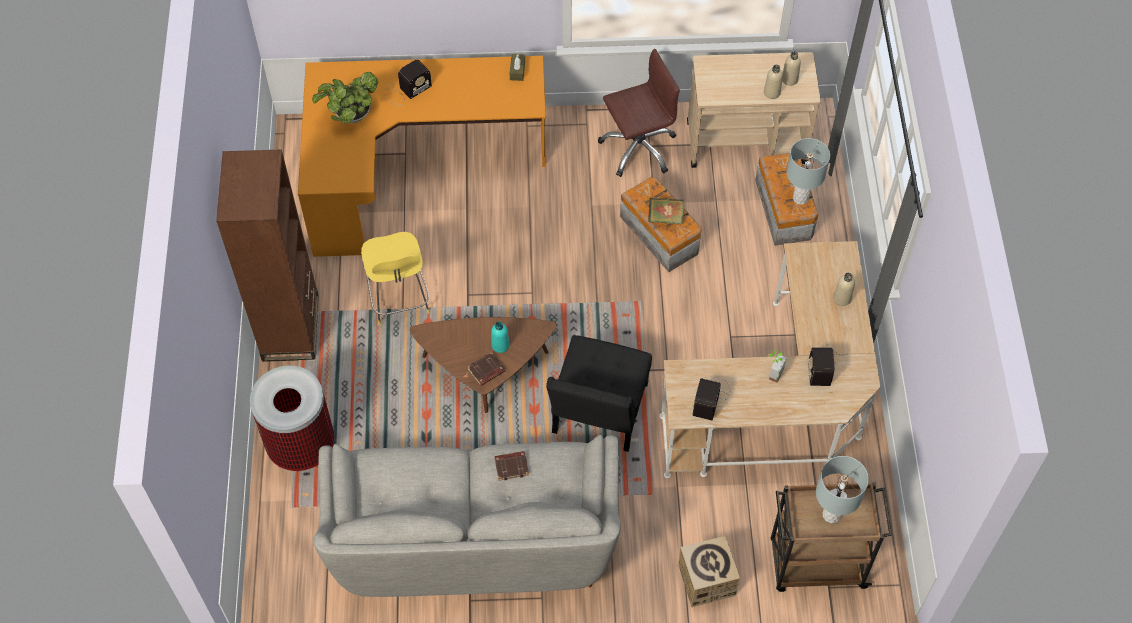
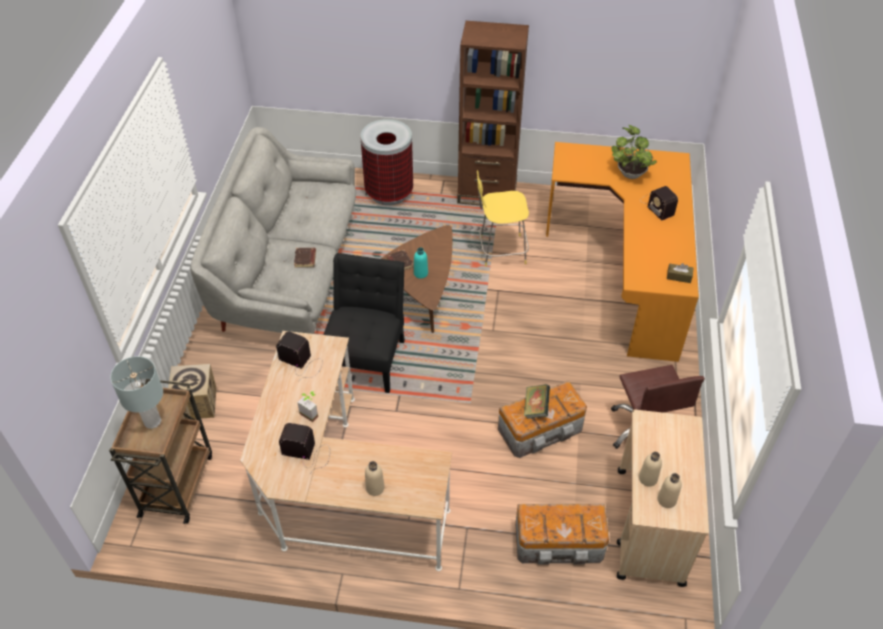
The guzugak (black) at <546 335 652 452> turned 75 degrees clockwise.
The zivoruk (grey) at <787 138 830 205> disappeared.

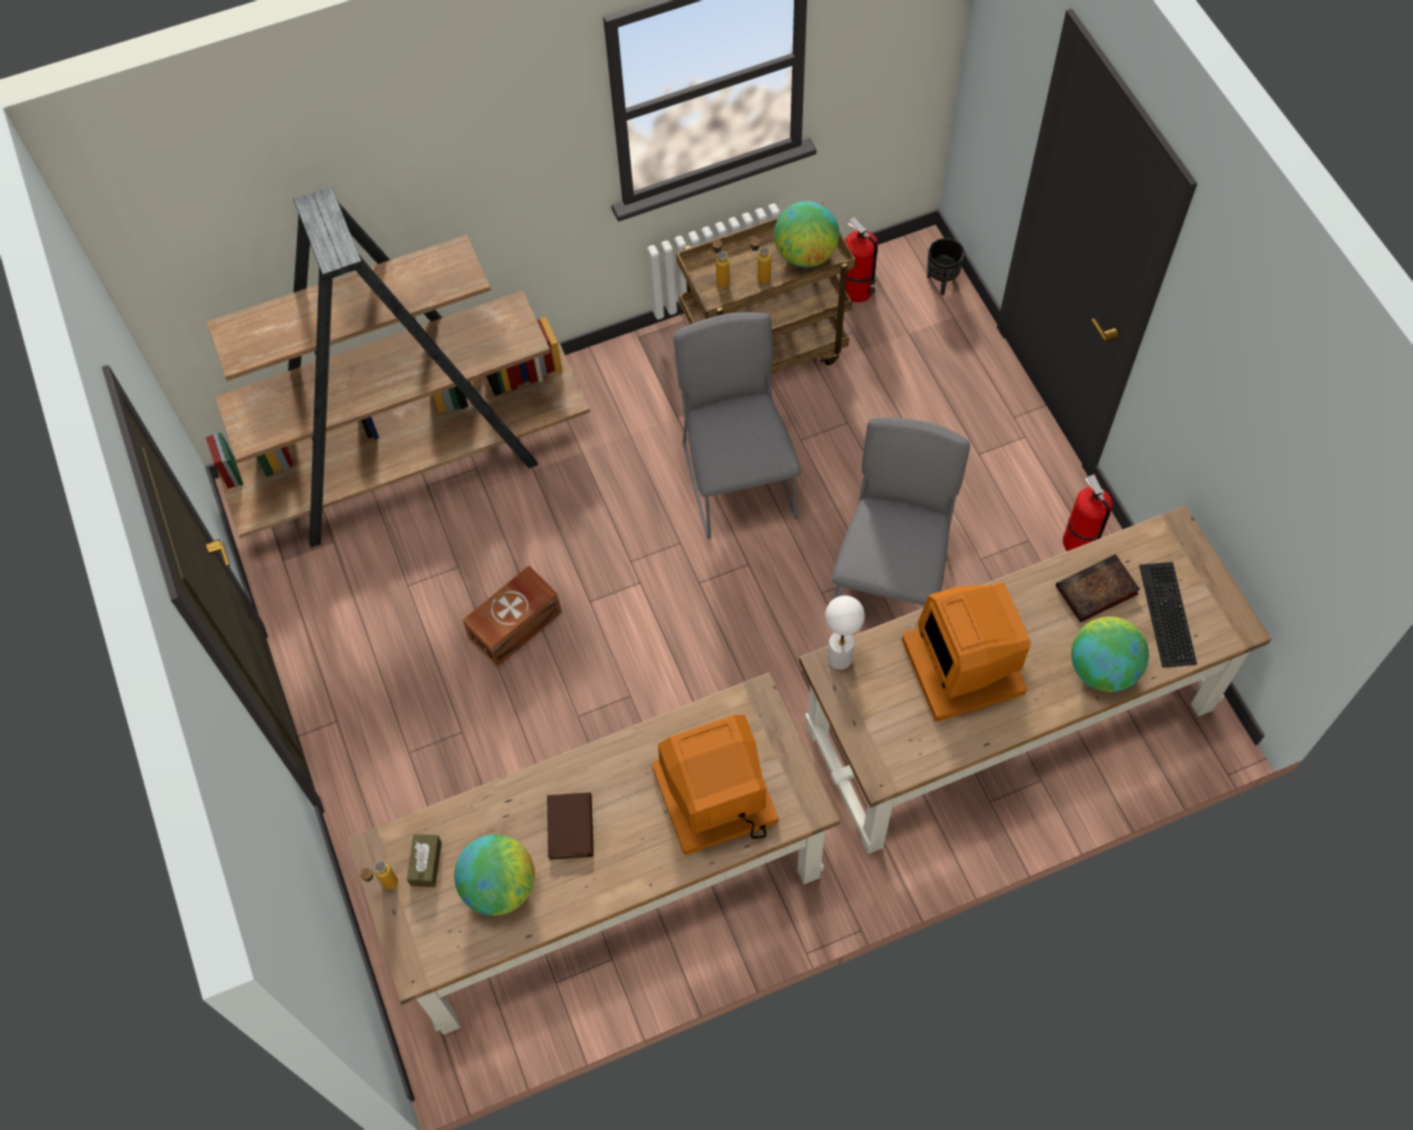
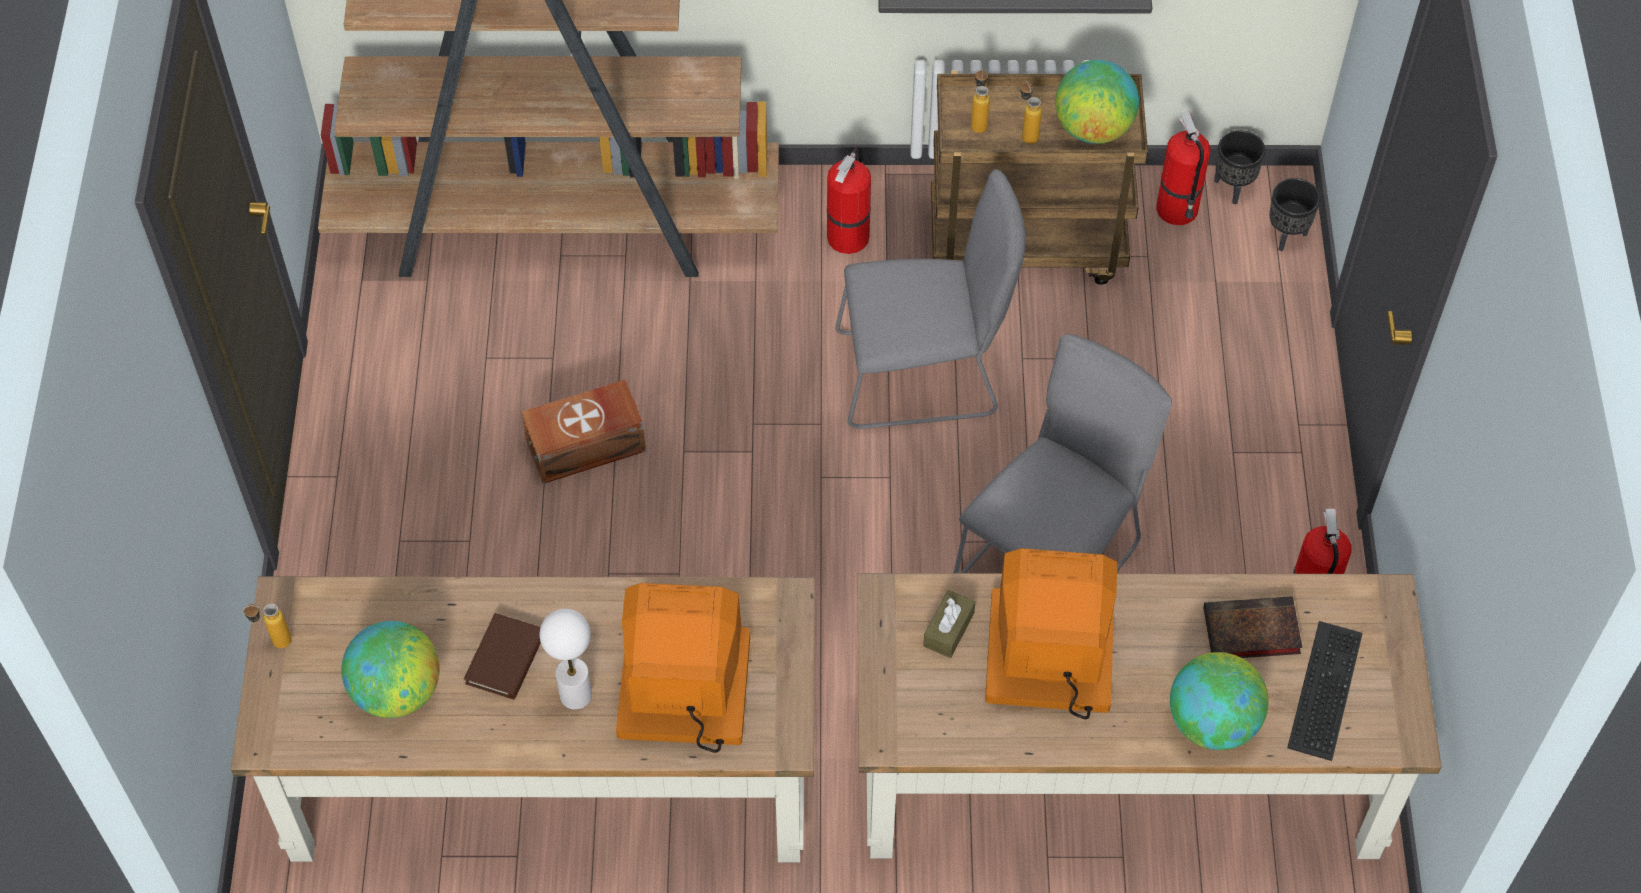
The zivoruk (white) moved from <825 595 865 670> to <540 609 592 710>.
The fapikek at <827 146 871 254> appeared.
The guzugak (grey) at <673 312 801 539> turned 75 degrees clockwise.
The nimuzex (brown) moved from <407 834 442 887> to <923 590 975 658>.
The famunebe at <902 582 1031 722> turned 90 degrees clockwise.
The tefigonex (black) at <1214 130 1265 204> appeared.

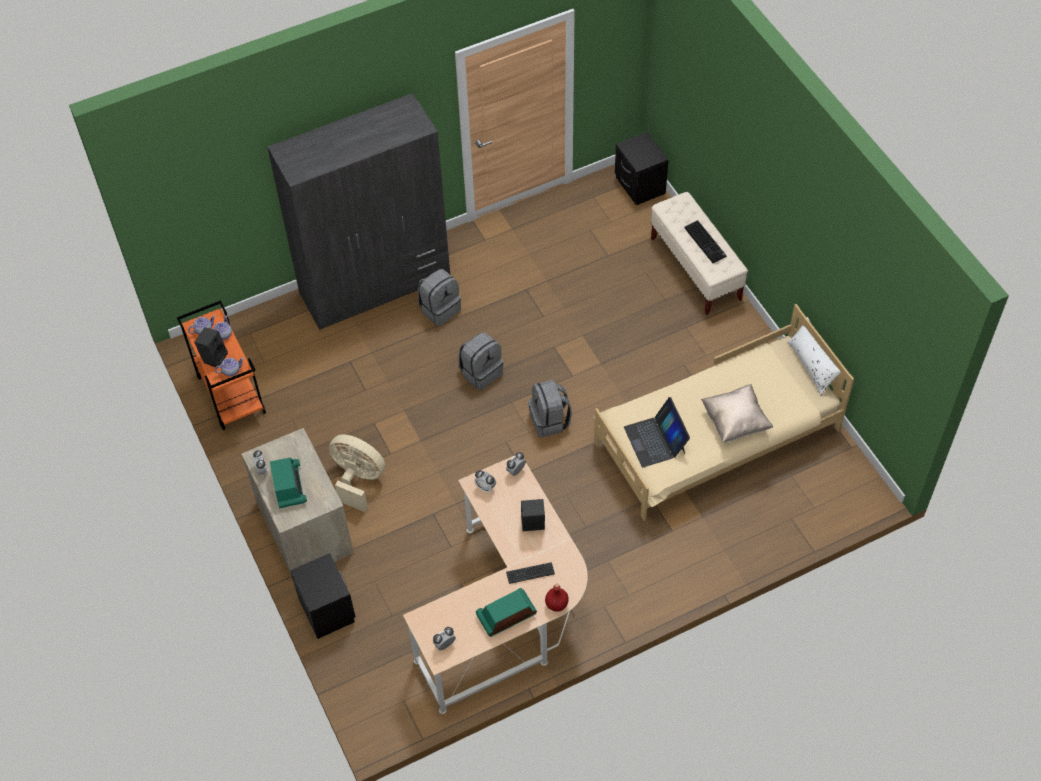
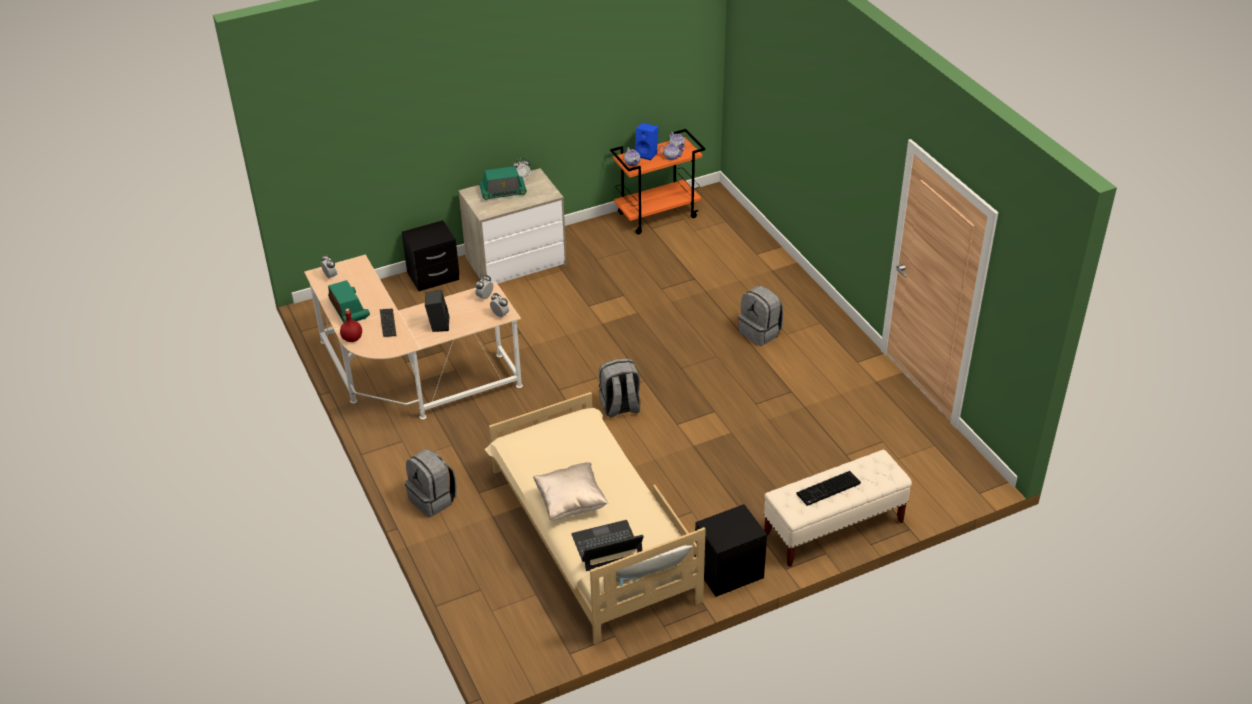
The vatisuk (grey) moved from <459 332 503 391> to <405 449 457 517>.
The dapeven moved from <624 397 690 467> to <571 520 644 571>.
The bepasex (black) at <194 327 228 367> became the bepasex (blue) at <635 123 659 160>.
The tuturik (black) moved from <615 132 669 205> to <695 504 767 597>.
The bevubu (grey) at <267 93 450 330> disappeared.
The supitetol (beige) at <329 434 385 512> disappeared.

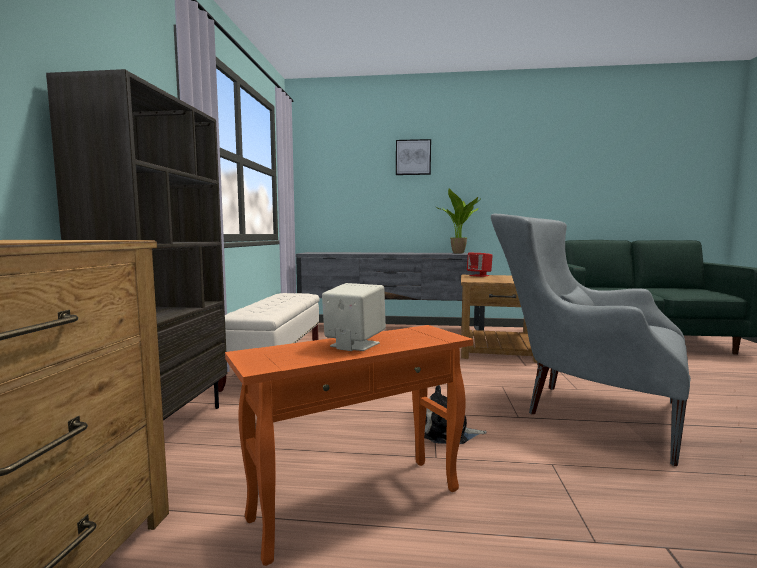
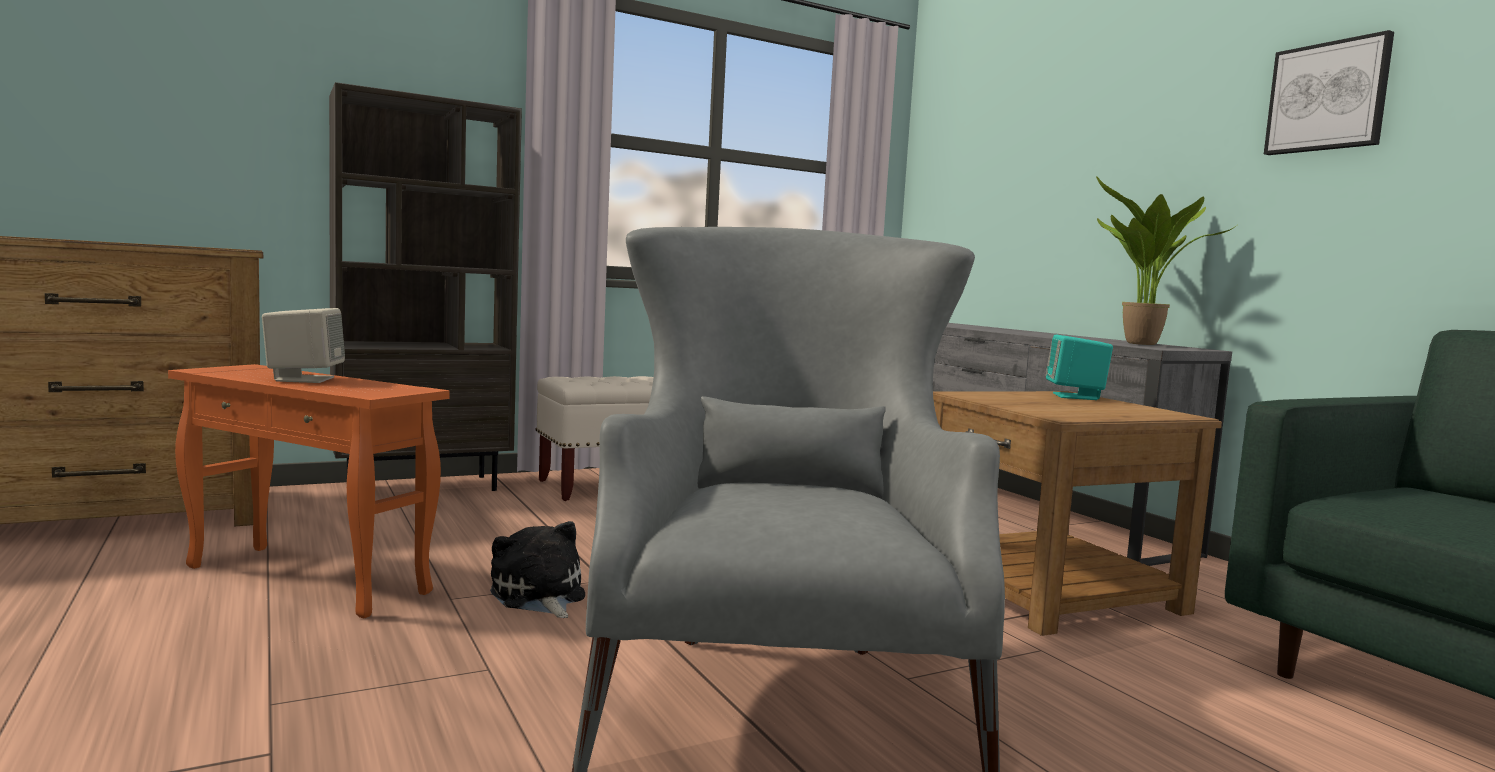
The bepasex (red) at <467 252 493 277> became the bepasex (turquoise) at <1046 334 1113 400>.
The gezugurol moved from <396 139 431 175> to <1264 30 1394 155>.

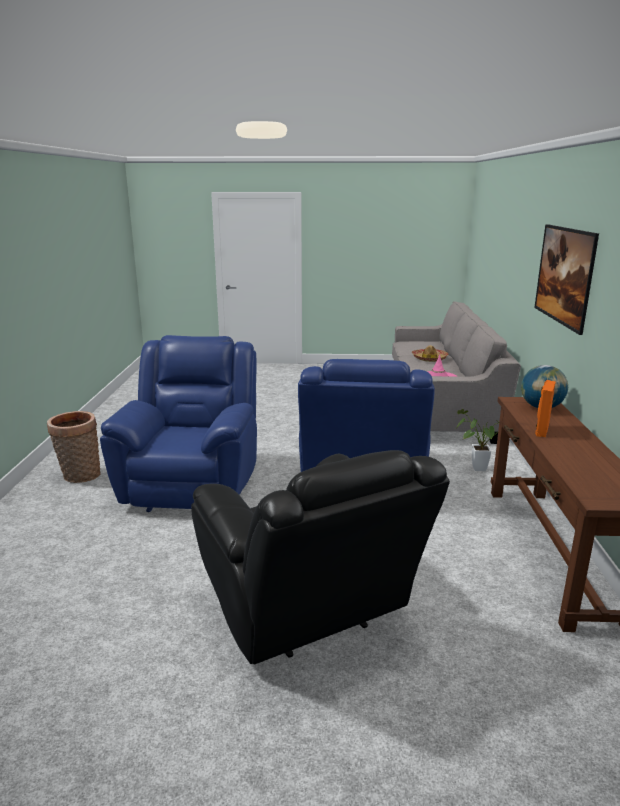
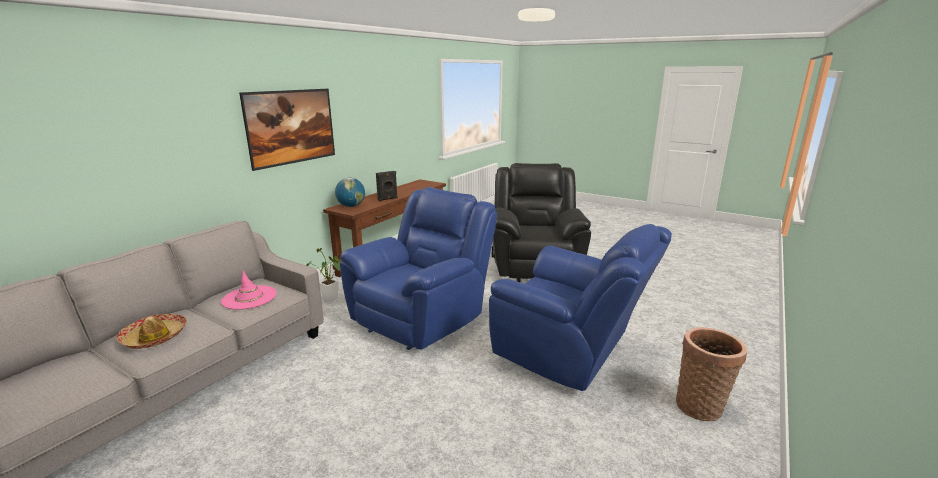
The bepasex (orange) at <535 380 556 437> became the bepasex (black) at <376 171 398 201>.
The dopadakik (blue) at <100 335 257 512> turned 90 degrees counterclockwise.

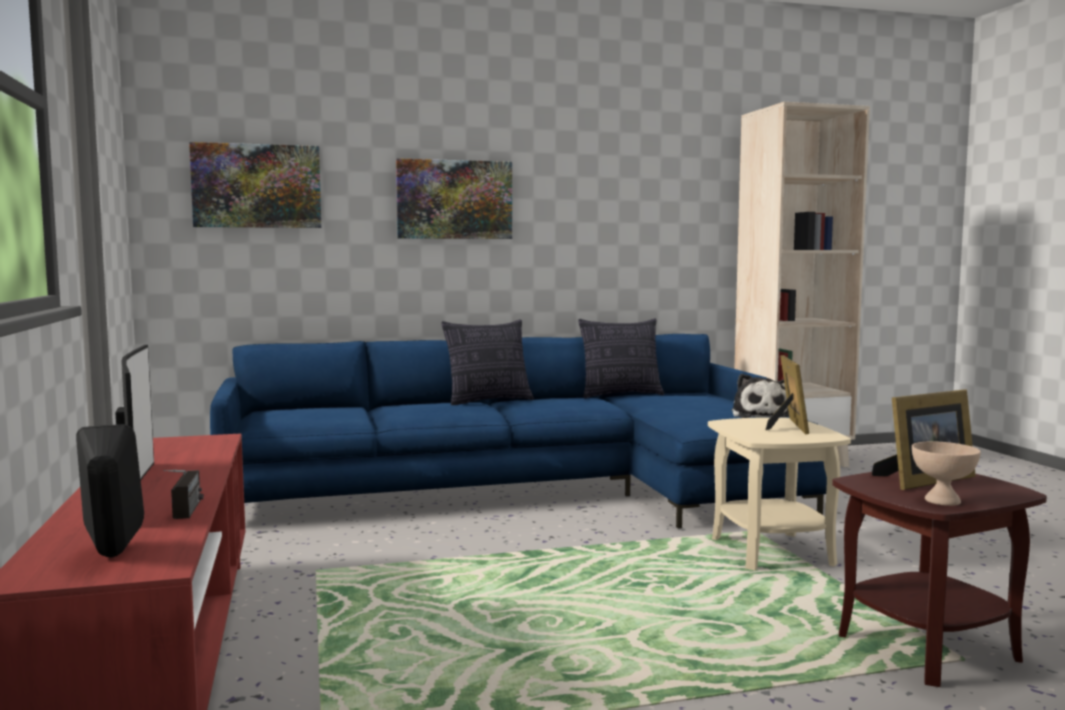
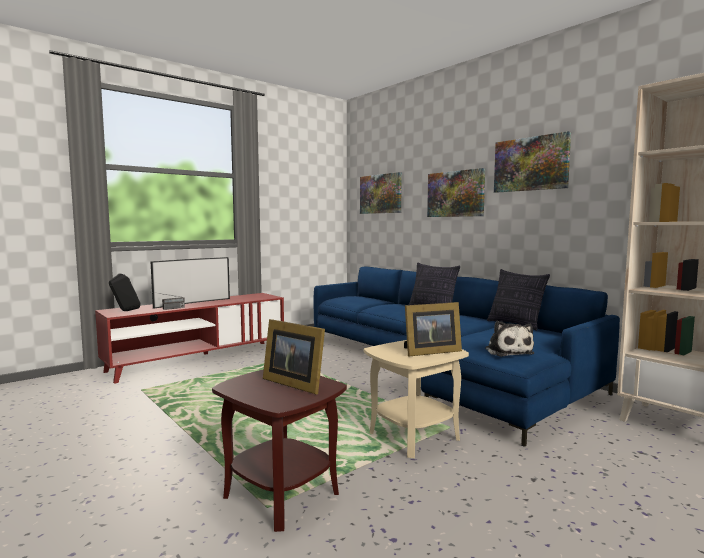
The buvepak at <732 374 789 418> turned 75 degrees counterclockwise.
The gezugurol at <494 131 571 193> appeared.
The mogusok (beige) at <912 441 981 506> disappeared.

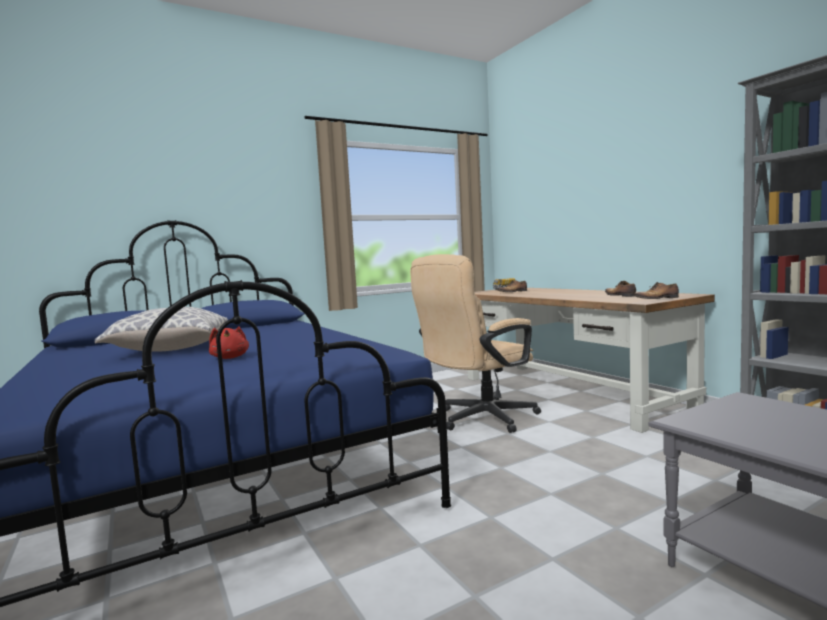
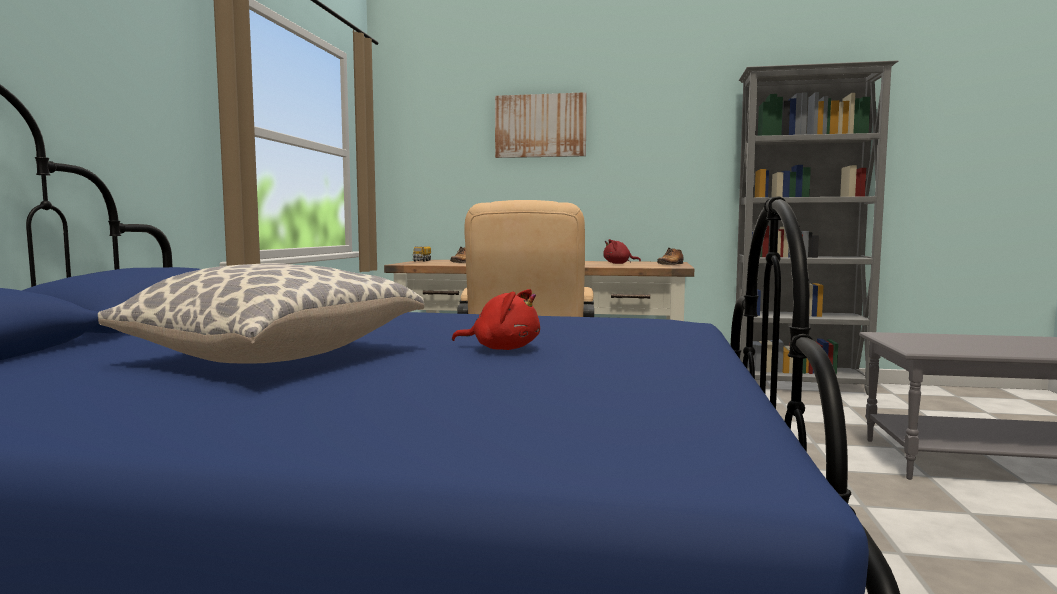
The gezugurol at <495 92 587 158> appeared.
The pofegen at <605 281 636 297> was replaced by the buvepak (red) at <603 239 641 264>.

